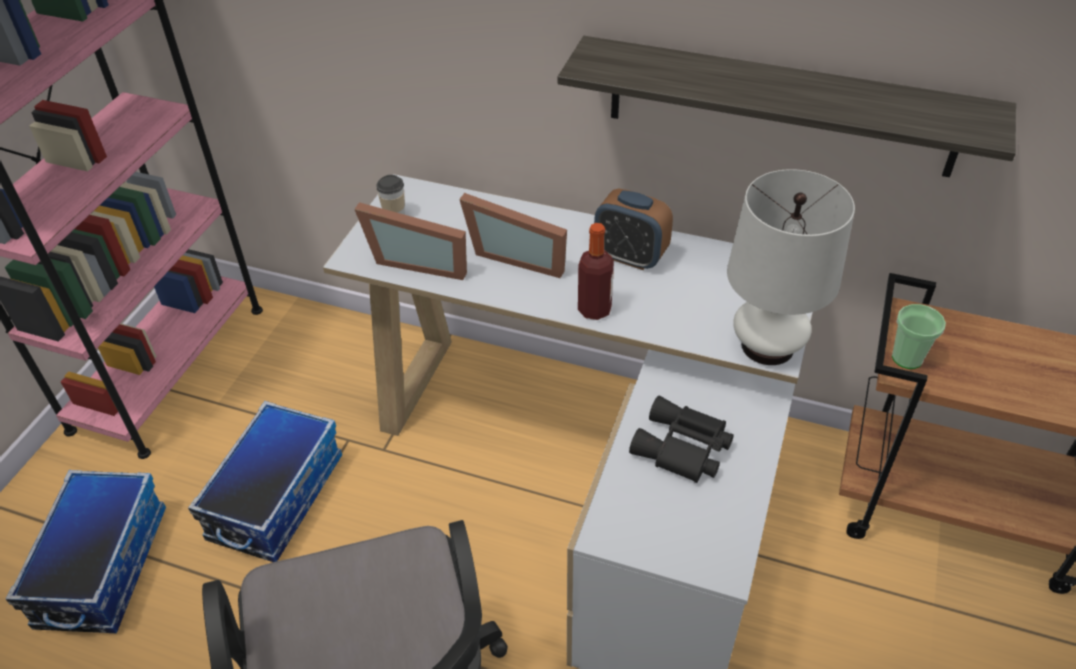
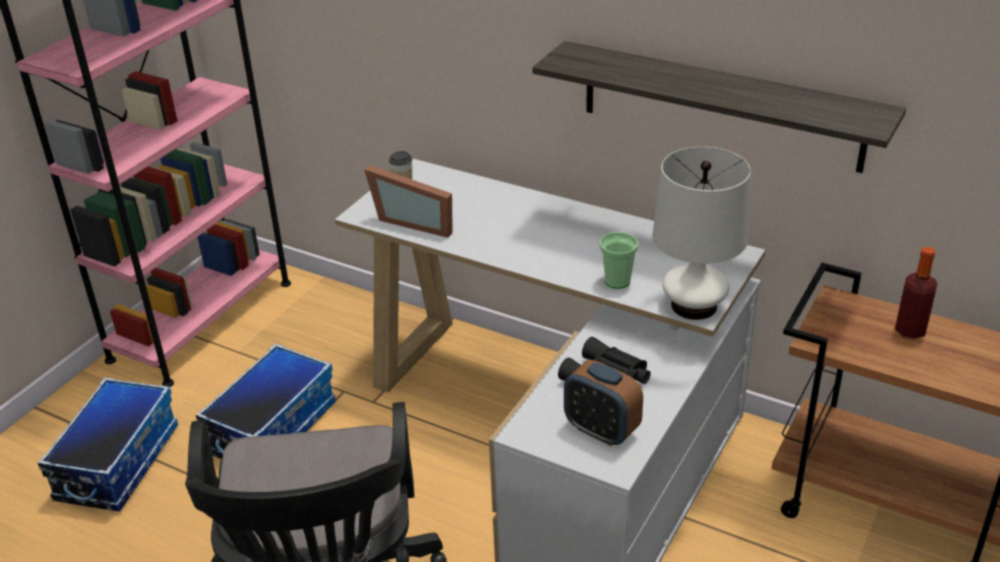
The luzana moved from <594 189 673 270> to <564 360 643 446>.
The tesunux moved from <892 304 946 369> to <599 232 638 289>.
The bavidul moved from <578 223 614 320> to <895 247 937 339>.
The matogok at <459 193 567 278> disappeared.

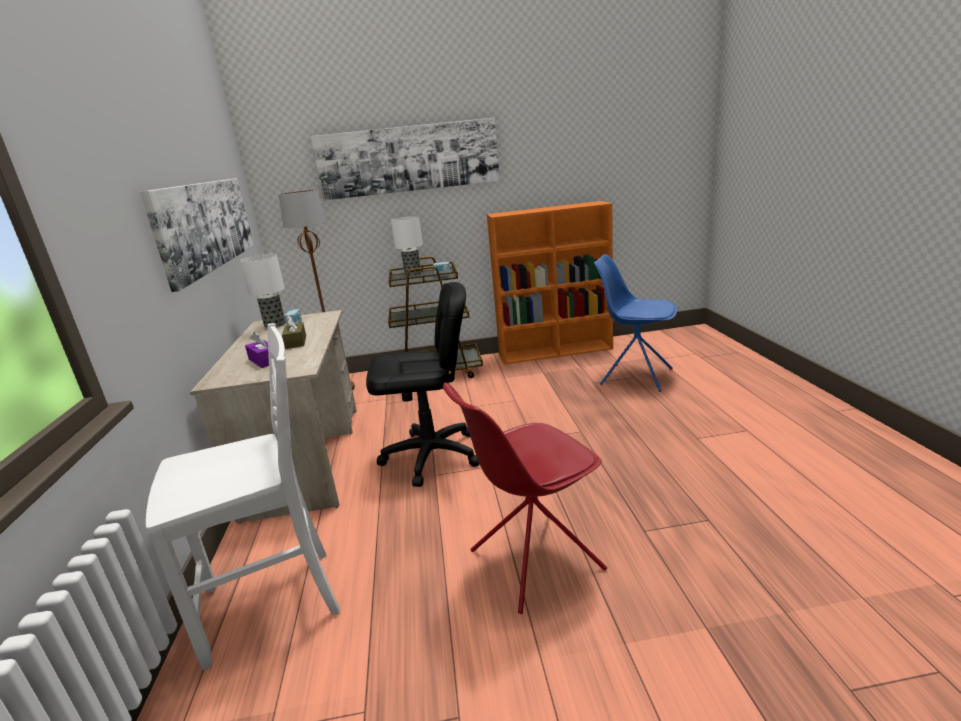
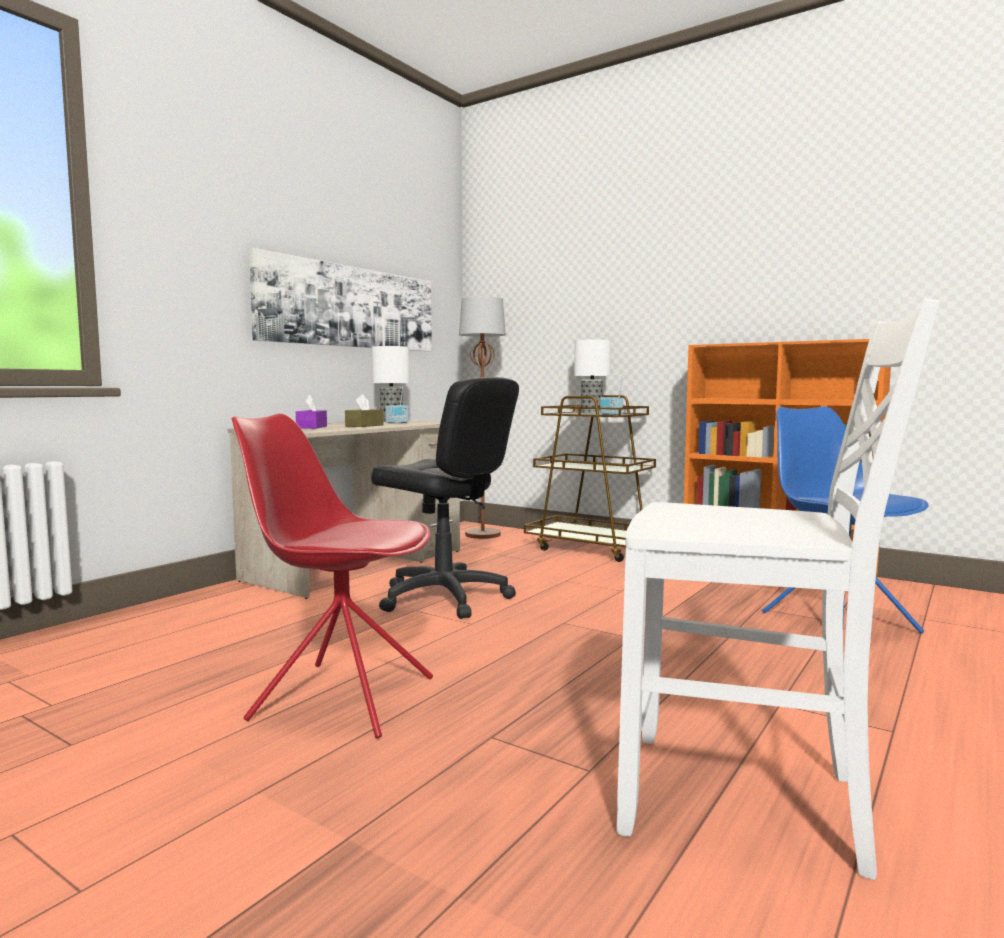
The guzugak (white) moved from <146 323 340 670> to <617 299 940 880>.
The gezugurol at <311 118 500 201> disappeared.

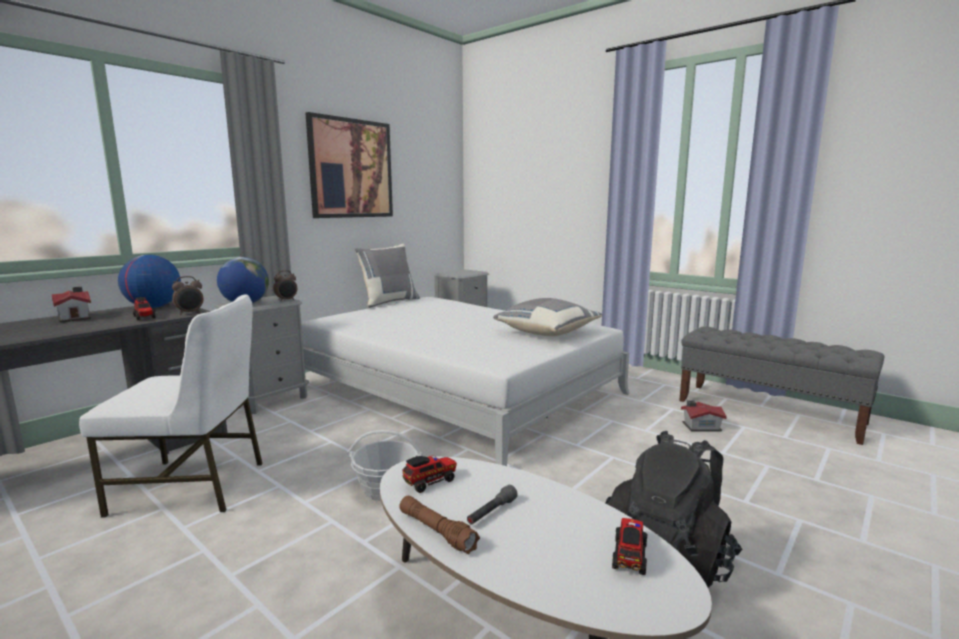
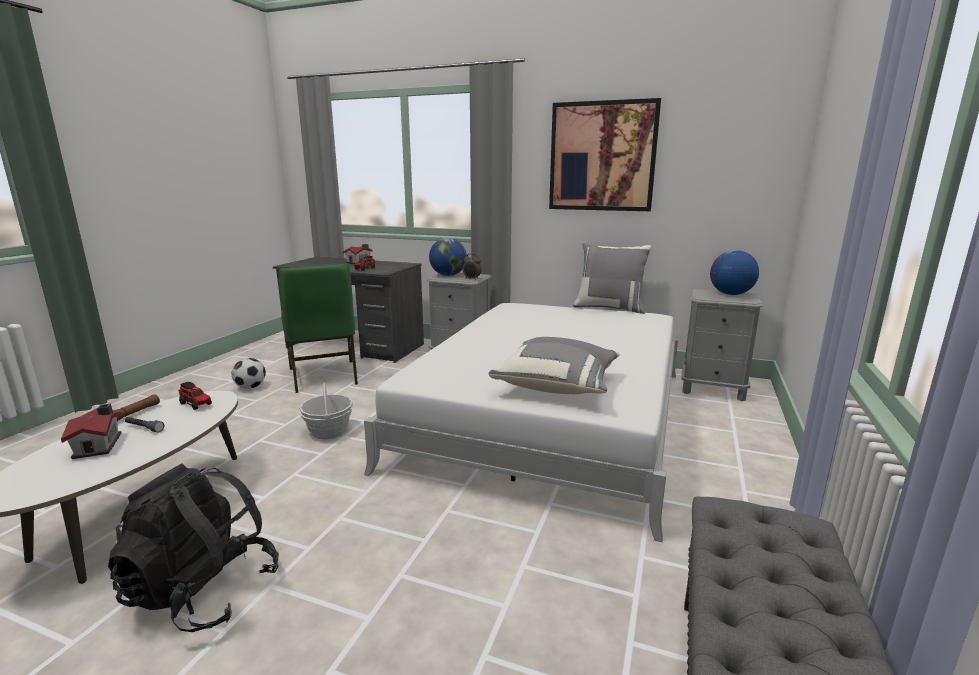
The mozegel moved from <681 400 727 432> to <61 404 122 459>.
The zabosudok at <232 358 266 389> appeared.
The guzugak (white) at <79 294 263 518> became the guzugak (green) at <279 263 358 393>.
The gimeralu moved from <118 255 181 308> to <710 250 759 295>.
The luzana at <172 276 204 314> disappeared.
The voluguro at <612 518 647 575> disappeared.

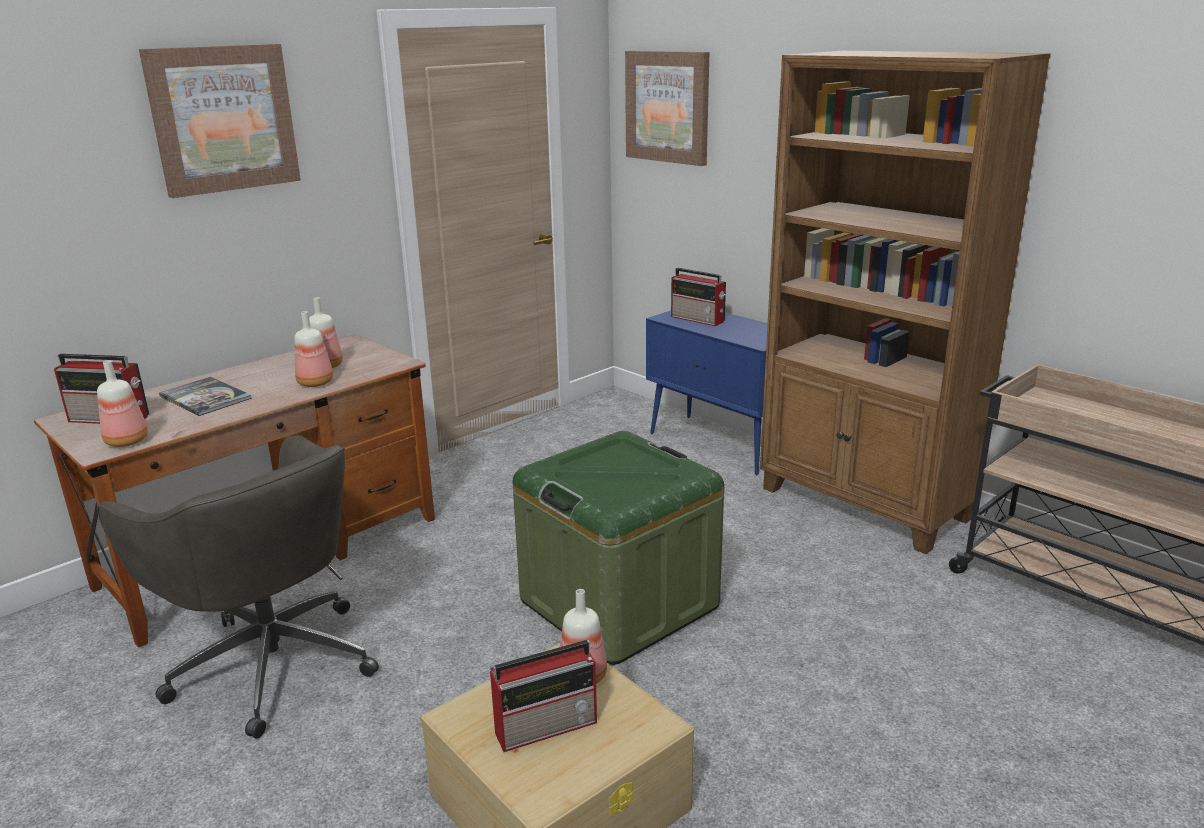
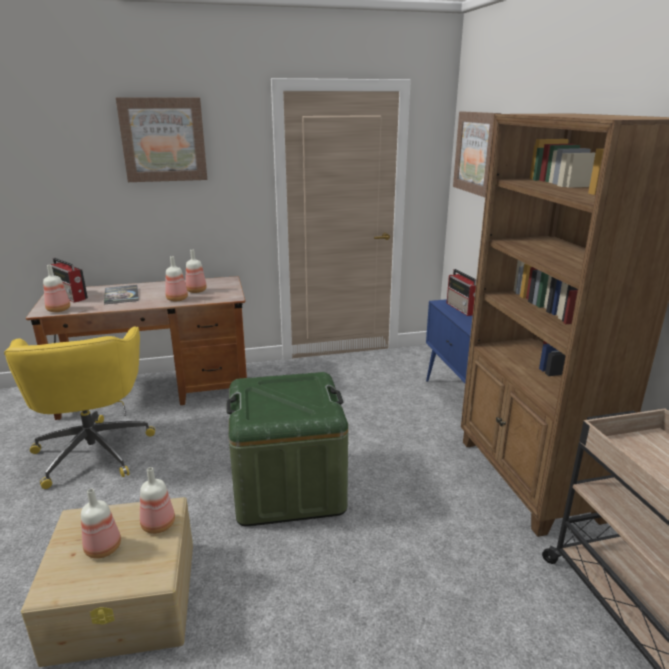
The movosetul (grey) at <97 435 379 738> became the movosetul (yellow) at <4 326 155 489>.
The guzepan at <490 640 597 752> was replaced by the bavidul at <81 489 121 558>.

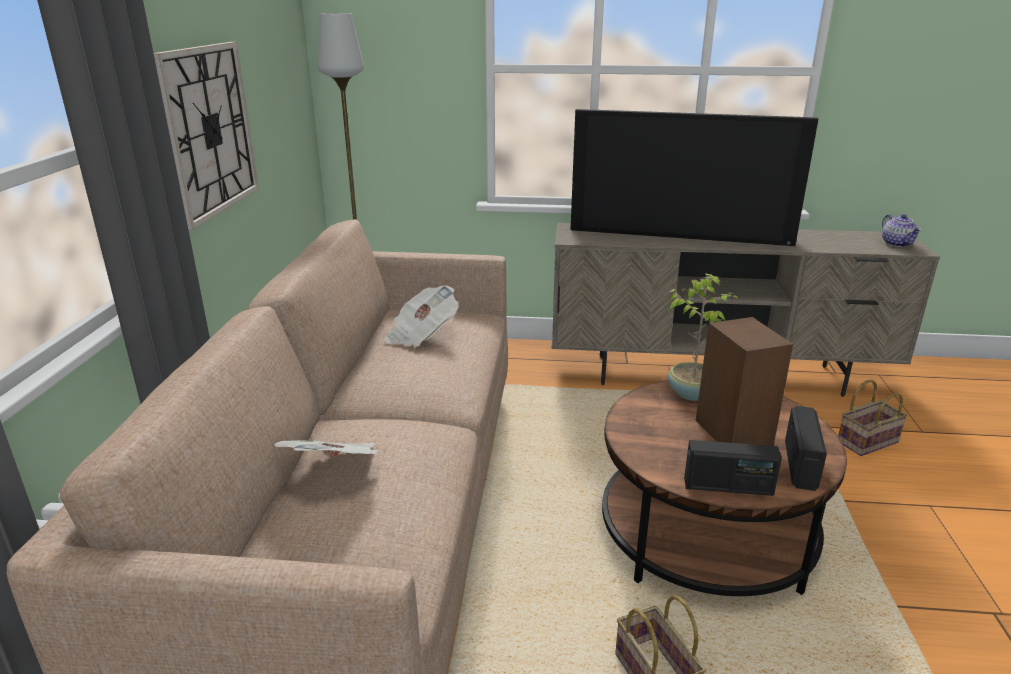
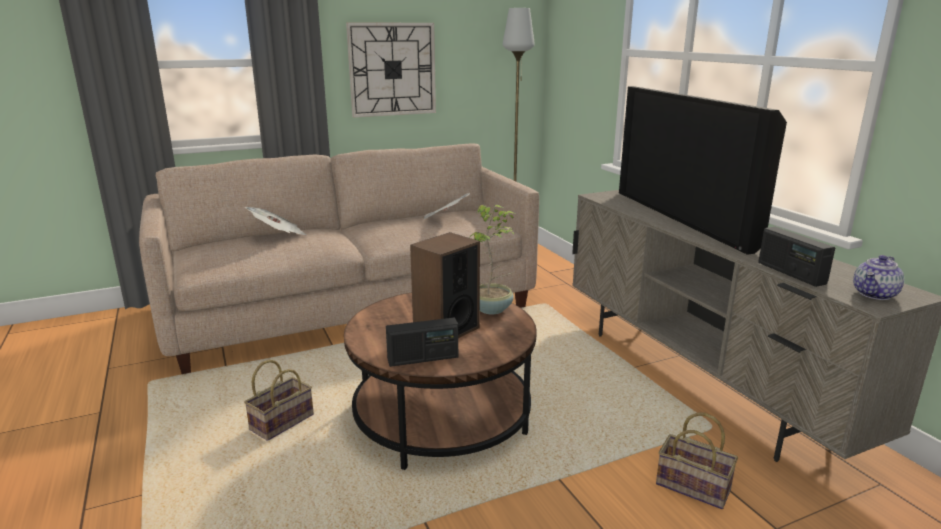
The guzepan moved from <684 440 782 496> to <758 227 835 287>.

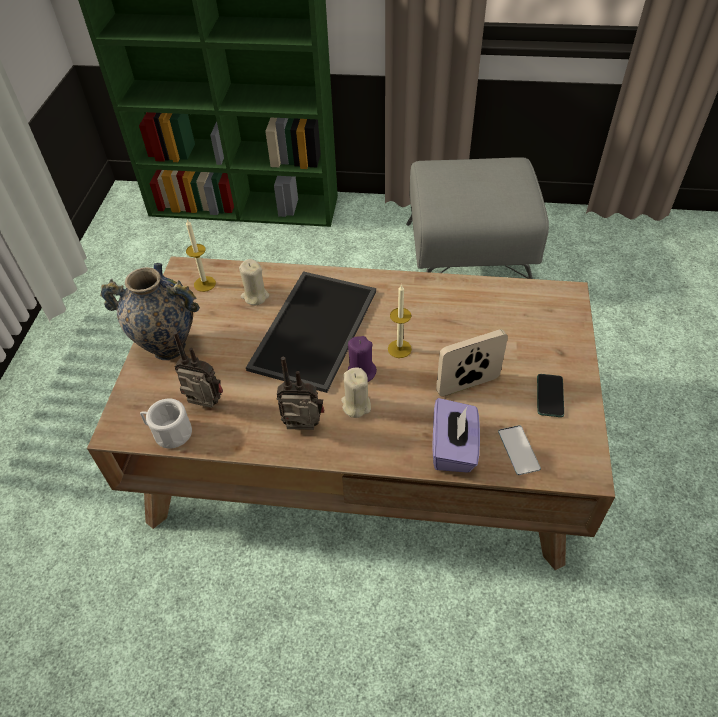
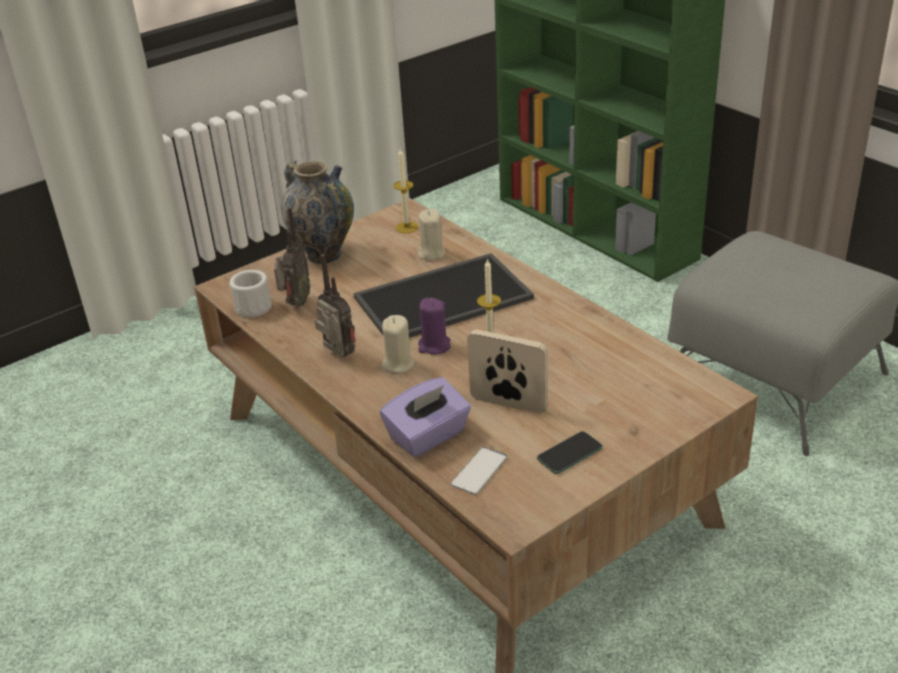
The guzepan at <173 331 223 408> turned 45 degrees clockwise.

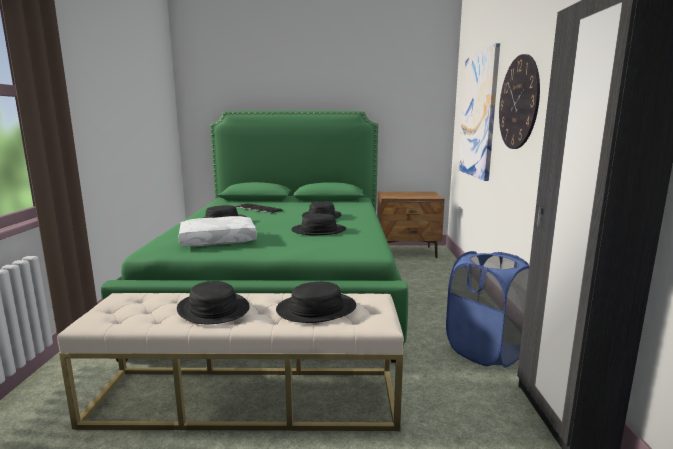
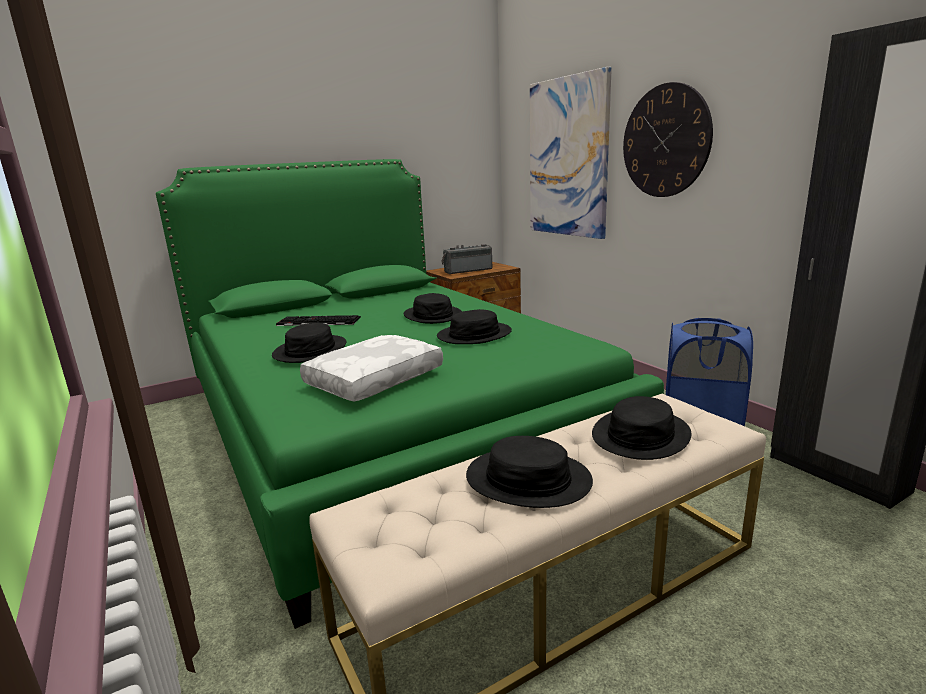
The guzepan at <441 244 492 274> appeared.

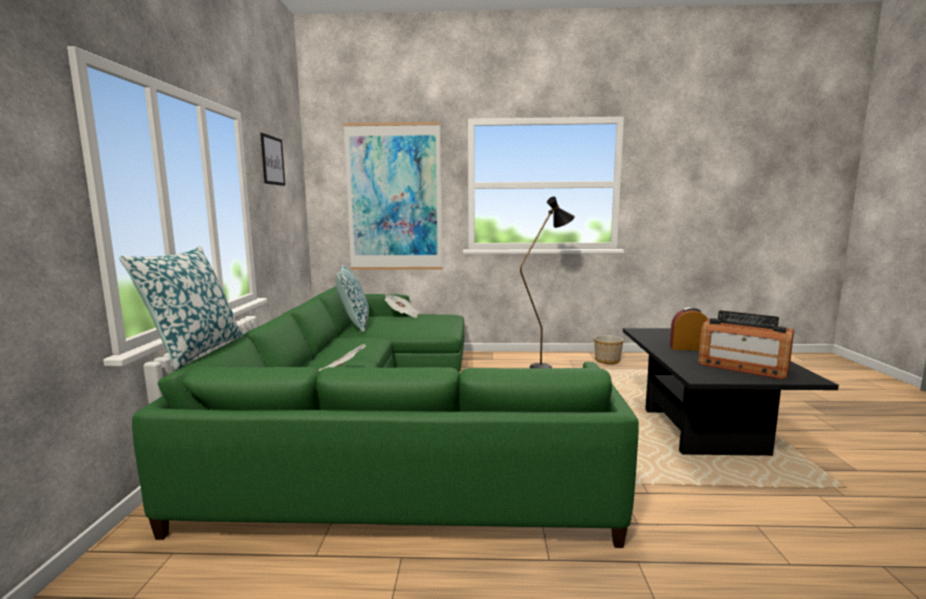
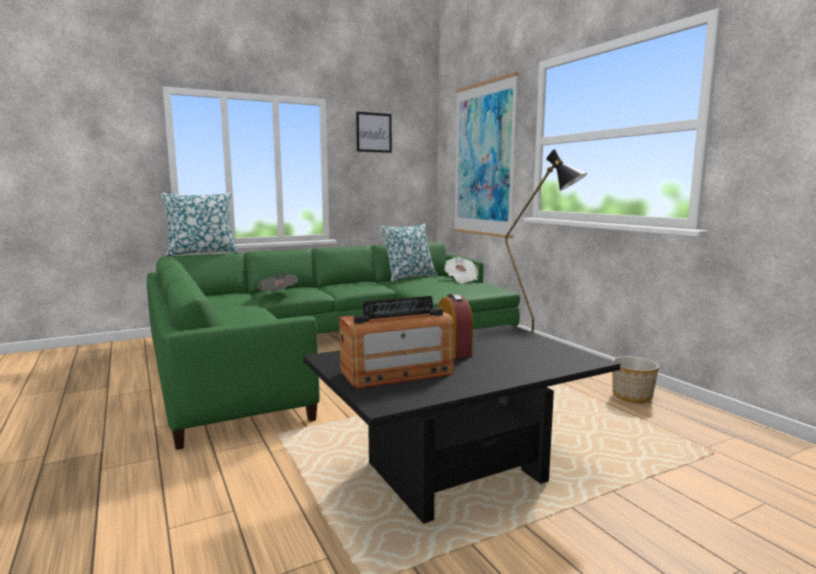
The guzepan at <698 310 794 379> turned 120 degrees counterclockwise.

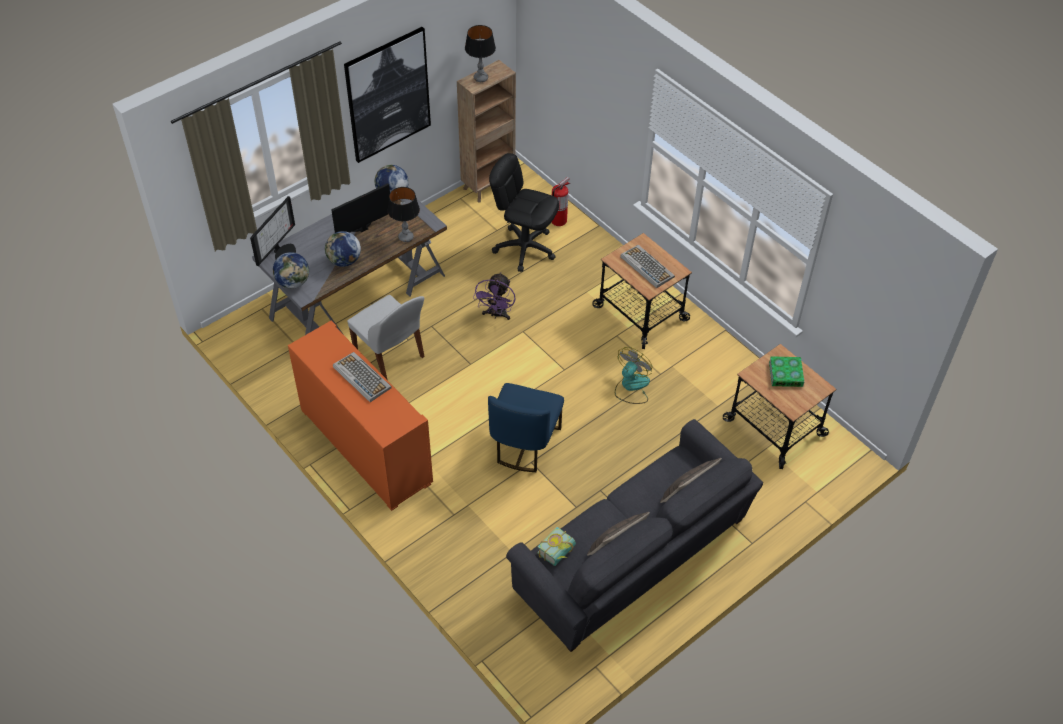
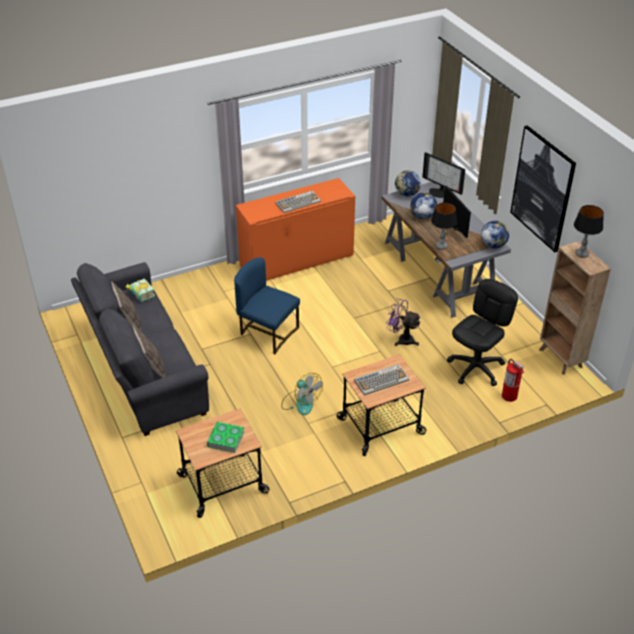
The guzugak (white) at <347 295 425 379> disappeared.

